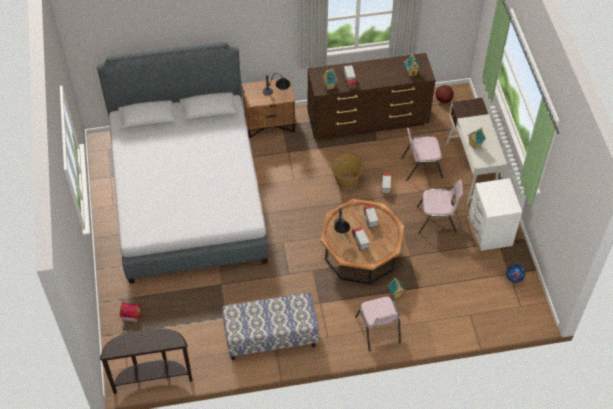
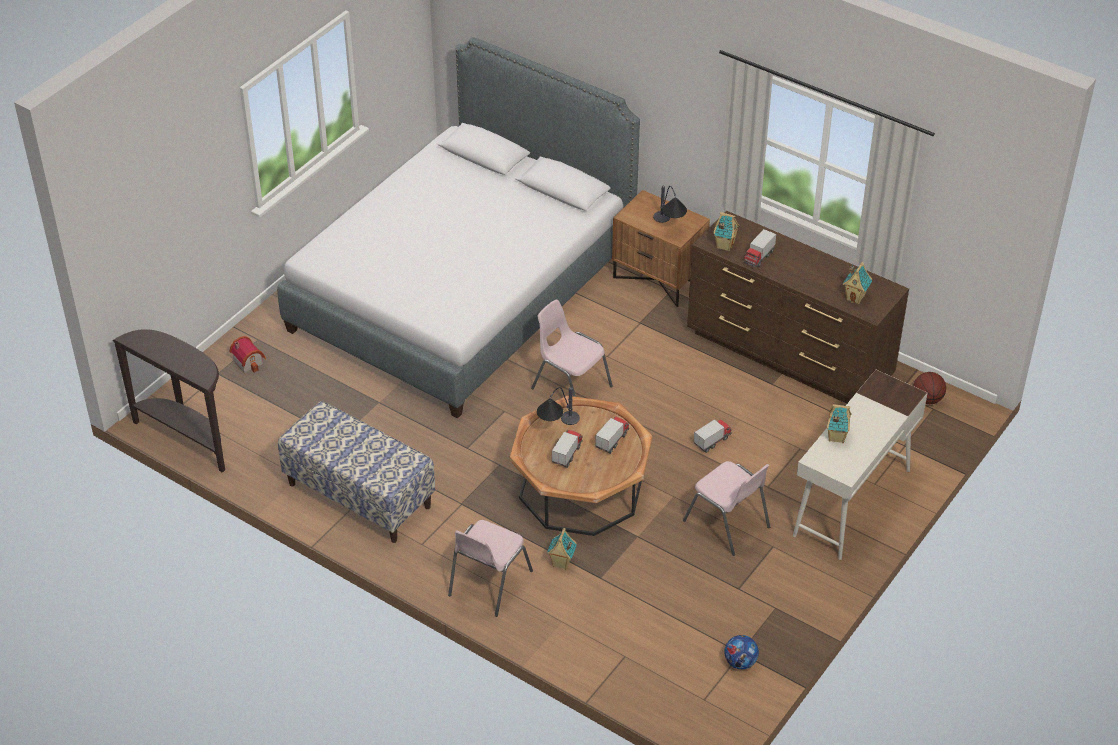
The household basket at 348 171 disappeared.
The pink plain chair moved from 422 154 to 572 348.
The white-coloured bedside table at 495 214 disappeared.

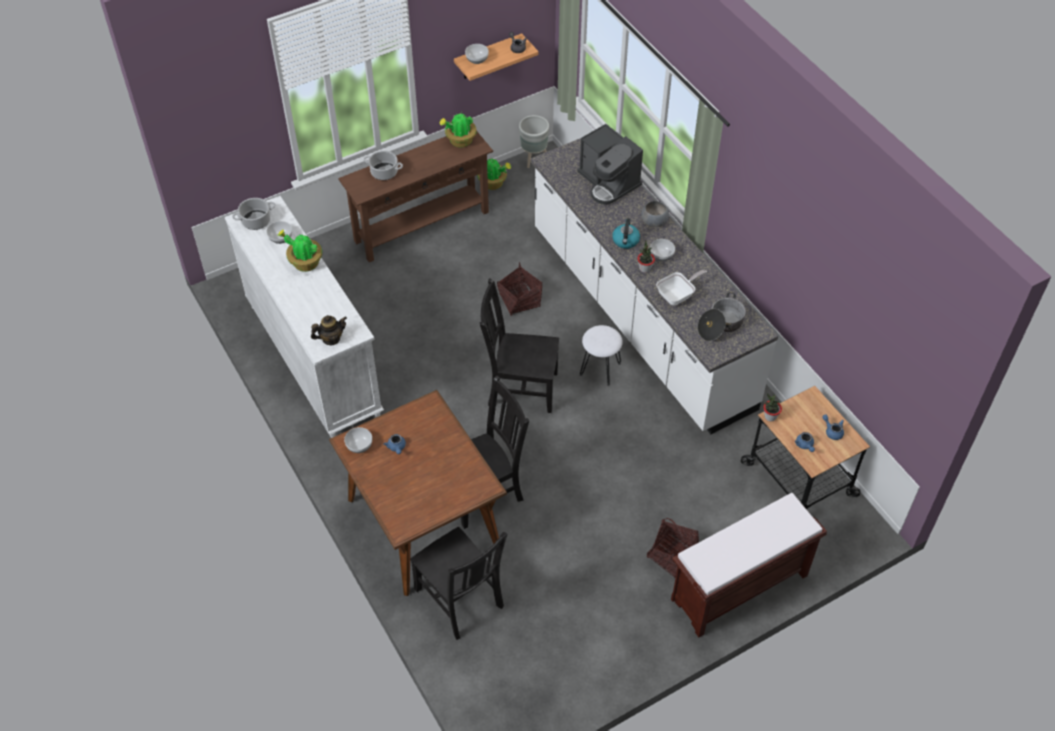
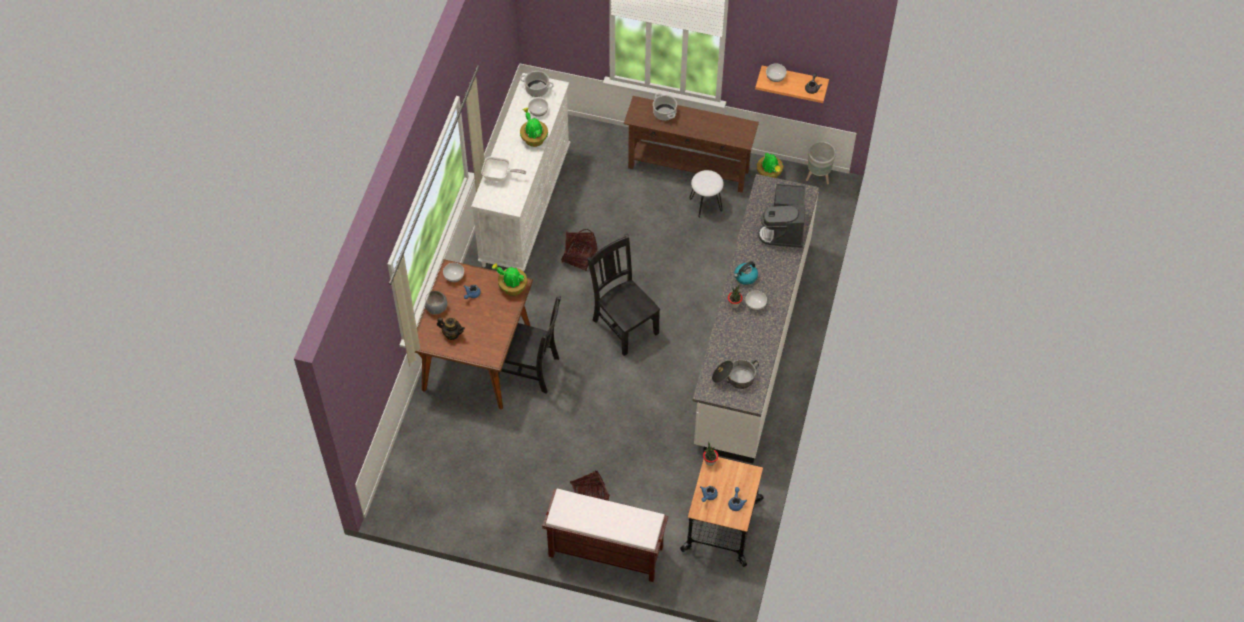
The tea pot moved from 329 330 to 451 328.
The black plain chair at 458 583 disappeared.
The houseplant moved from 458 130 to 509 279.
The household basket moved from 519 289 to 579 250.
The white-coloured sitting stool moved from 601 355 to 706 194.
The grey deep dish moved from 655 214 to 436 302.
The skillet moved from 681 288 to 503 169.

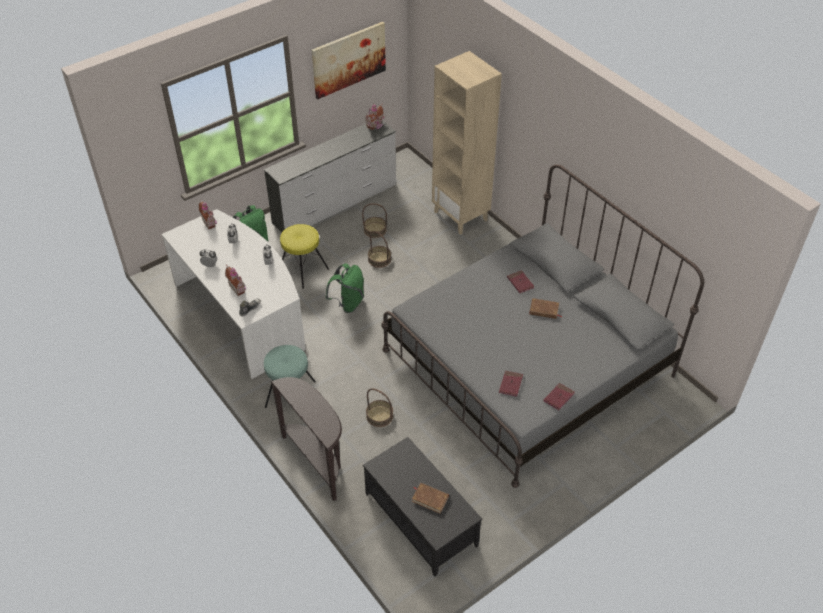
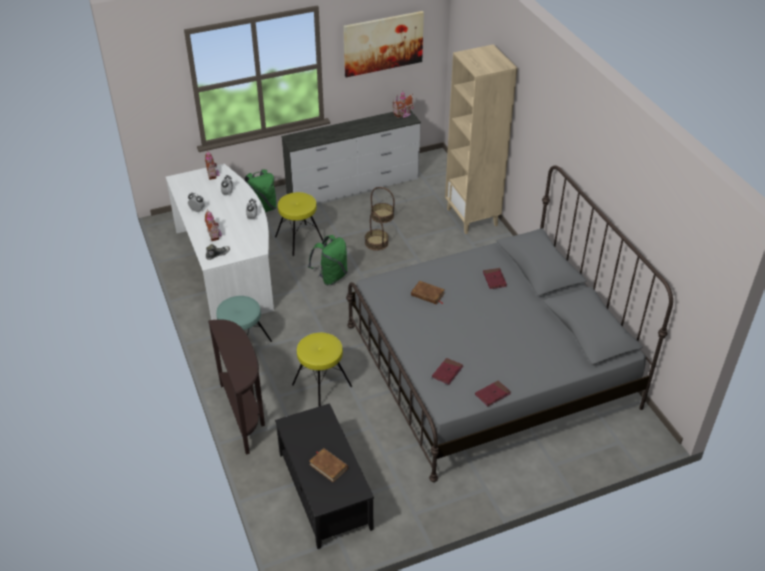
The household basket at 379 407 was replaced by the yellow sitting stool at 322 369.
The brown-coloured bound book moved from 545 308 to 428 293.

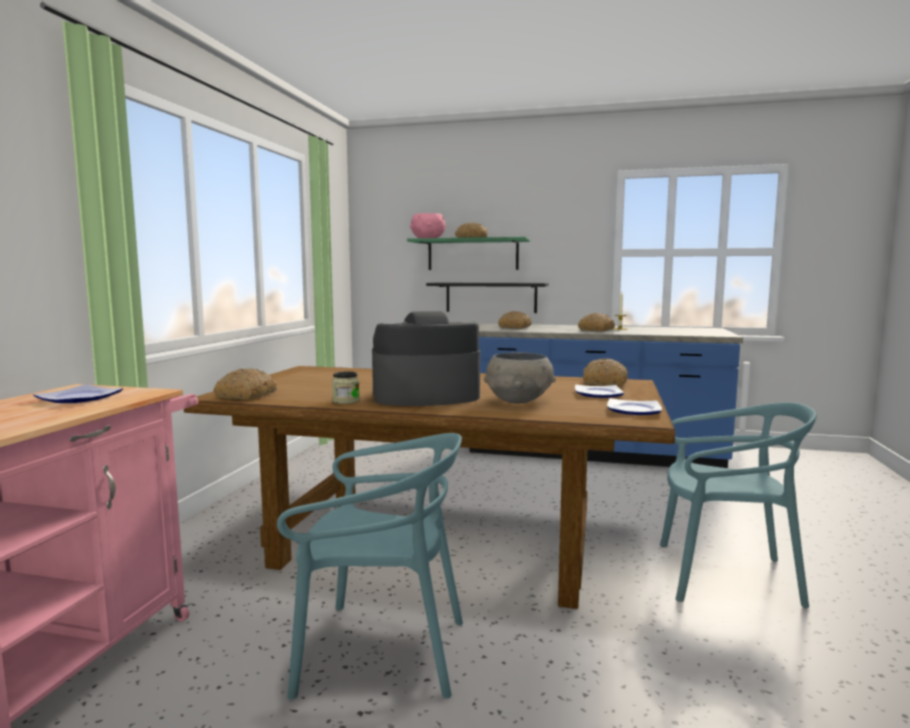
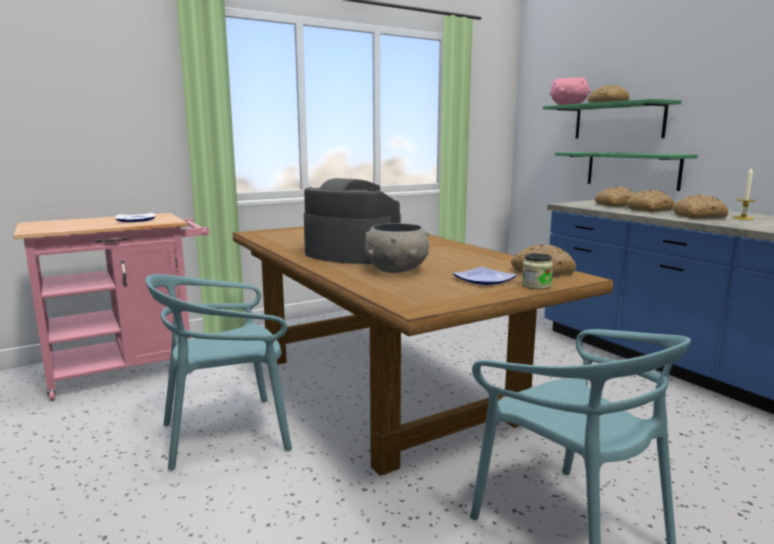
The bakery bread moved from 245 384 to 650 201.
The blue-green plain chair at 370 566 turned 105 degrees clockwise.
The jar moved from 346 387 to 537 271.
The black shelf at 487 298 became the green-coloured shelf at 626 171.
The flat dish at 634 406 disappeared.

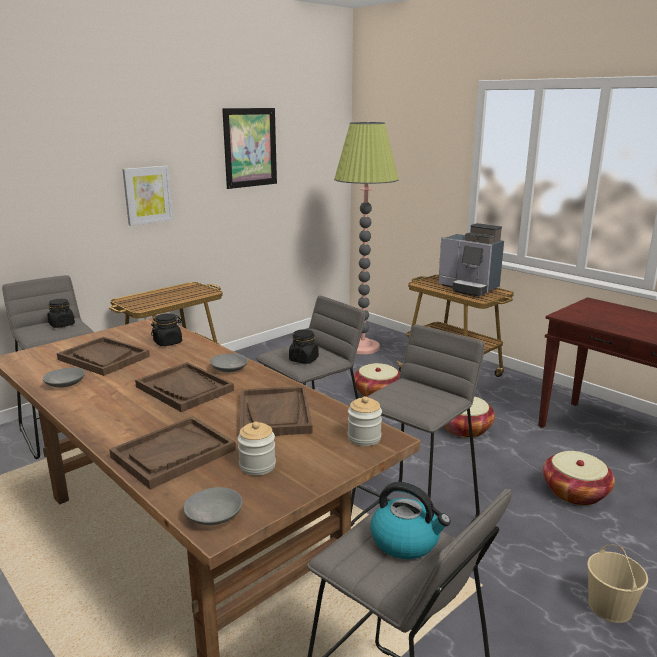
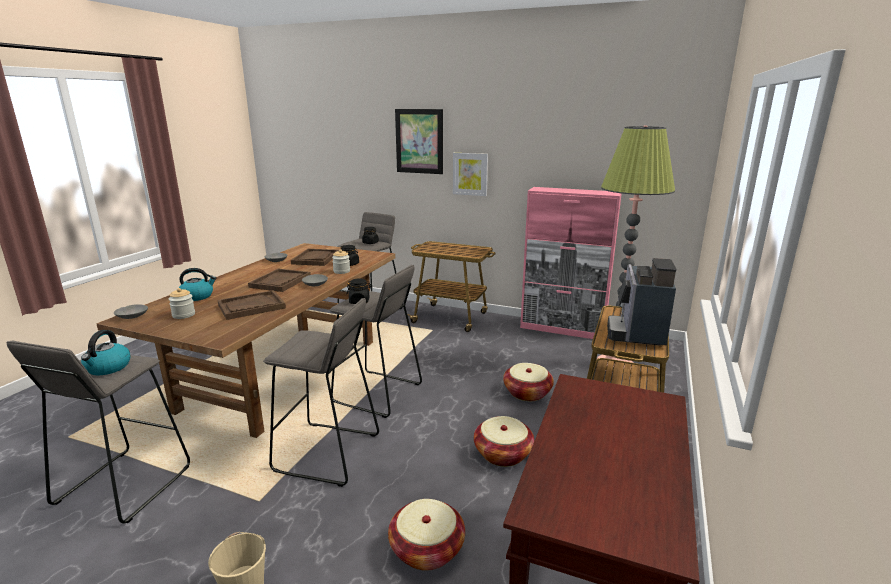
The brown-coloured tray at 172 453 was replaced by the water kettle at 197 284.
The picture moved from 249 148 to 419 141.
The jar moved from 365 421 to 341 261.
The pink cupboard at 571 263 appeared.

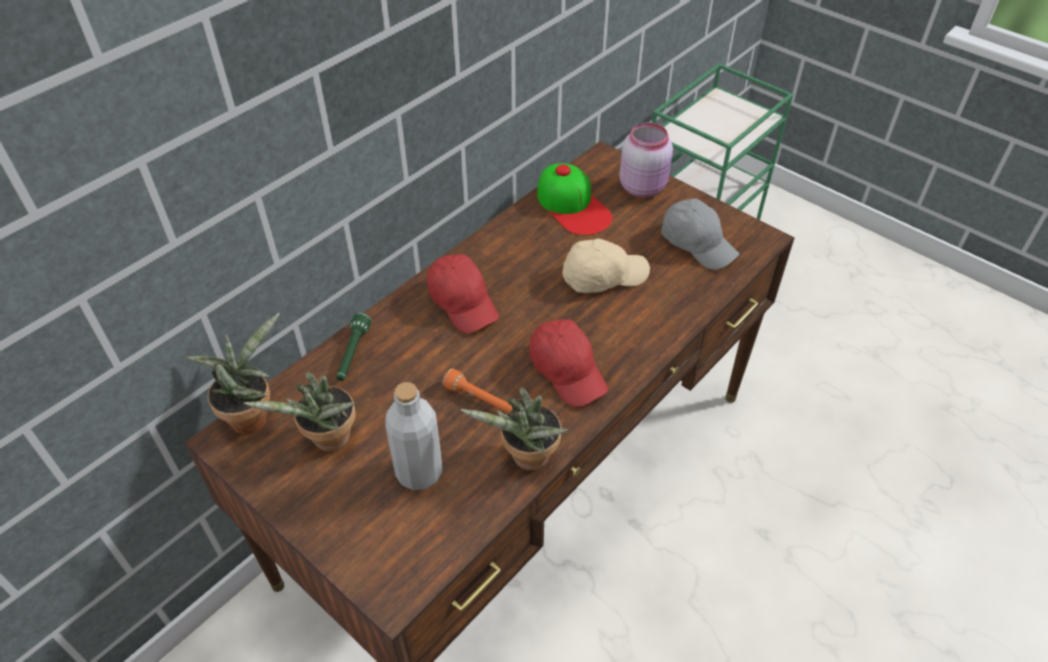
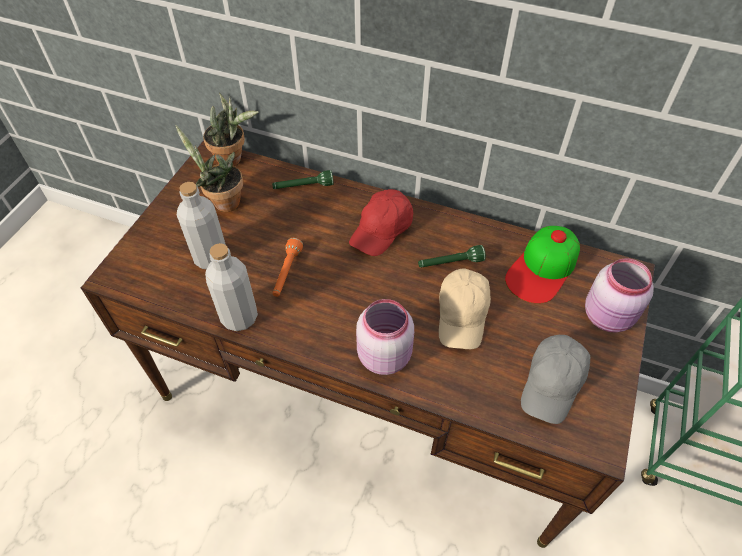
The houseplant at 514 429 was replaced by the grey drink bottle at 231 287.
The red-coloured baseball cap at 568 363 disappeared.
The sand-coloured baseball cap at 606 265 turned 45 degrees clockwise.
The pink jar at 385 337 appeared.
The green-coloured flashlight at 452 256 appeared.

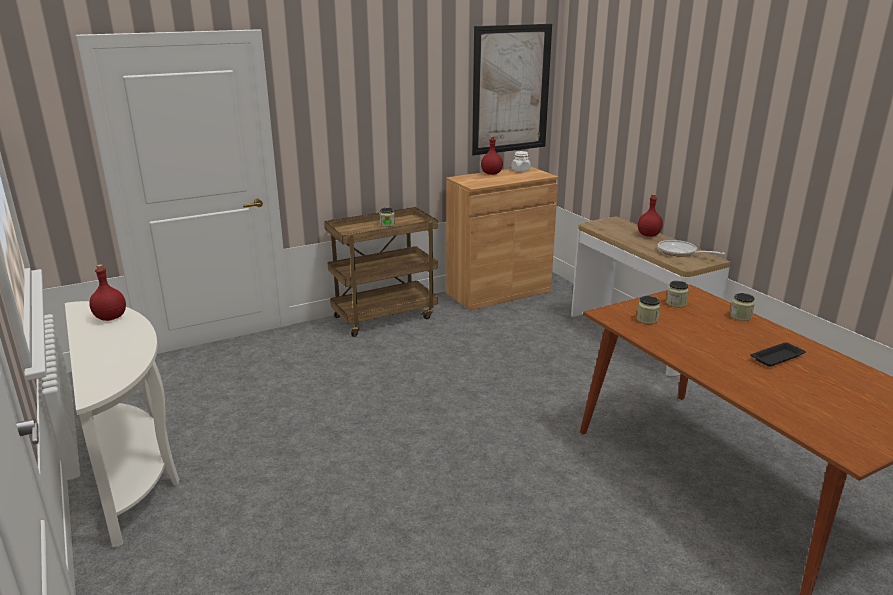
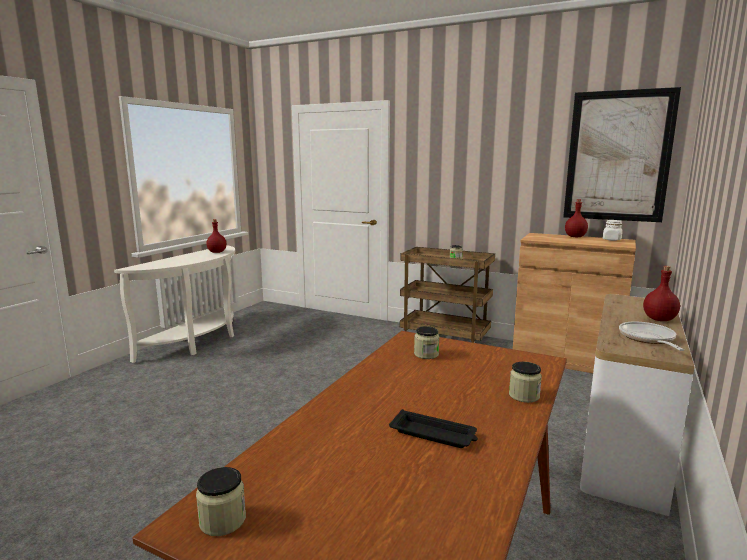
The jar moved from 677 294 to 221 501.

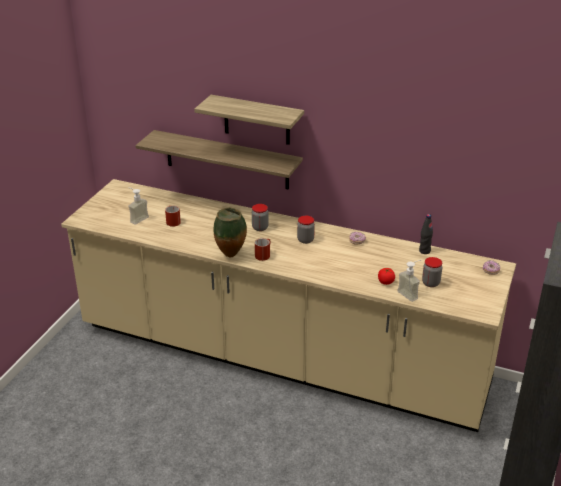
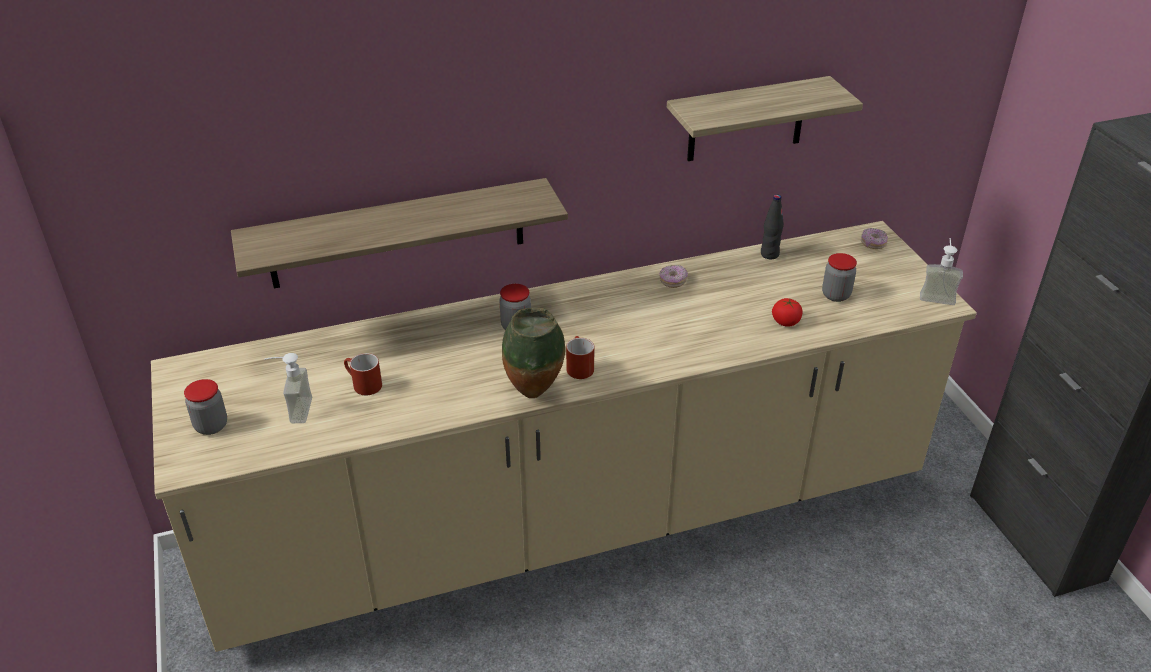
The shelf moved from 249 120 to 765 118.
The jar moved from 306 230 to 205 407.
The liquid soap bottle moved from 409 281 to 941 271.

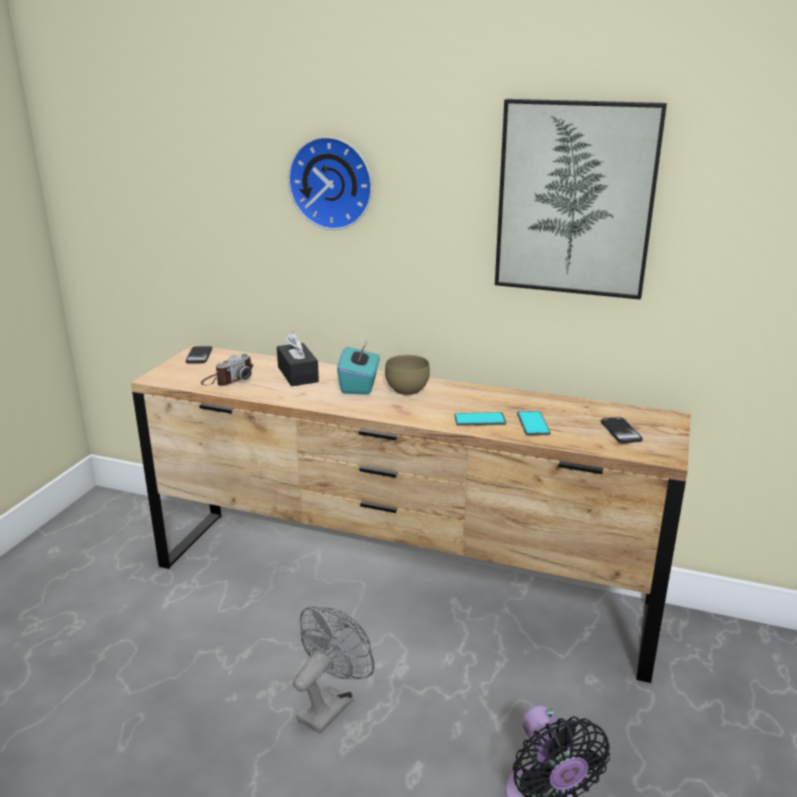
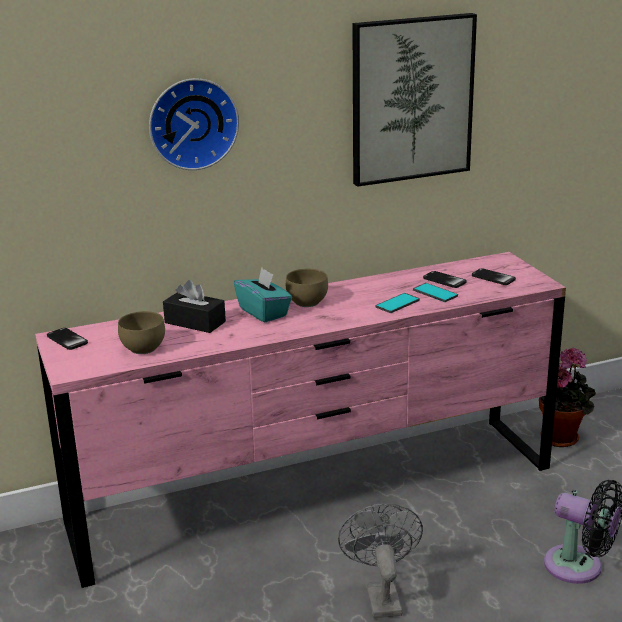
The brown-coloured dresser at 411 514 became the pink dresser at 300 420.
The photo camera at 227 370 was replaced by the brown-coloured deep dish at 141 332.
The telephone at 445 279 appeared.
The houseplant at 567 397 appeared.

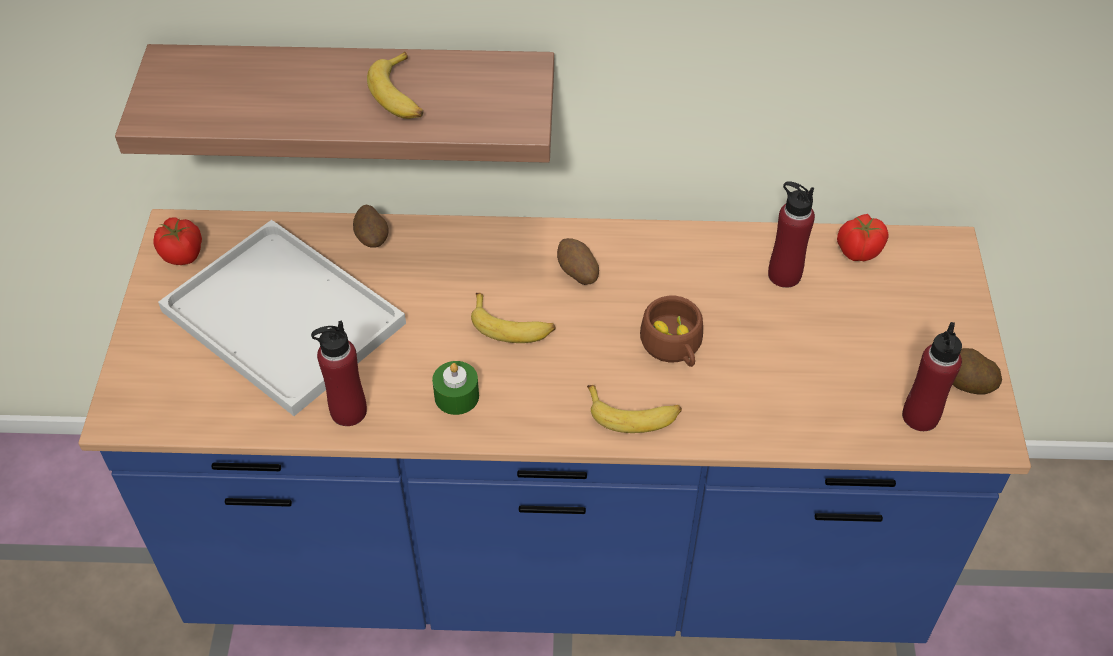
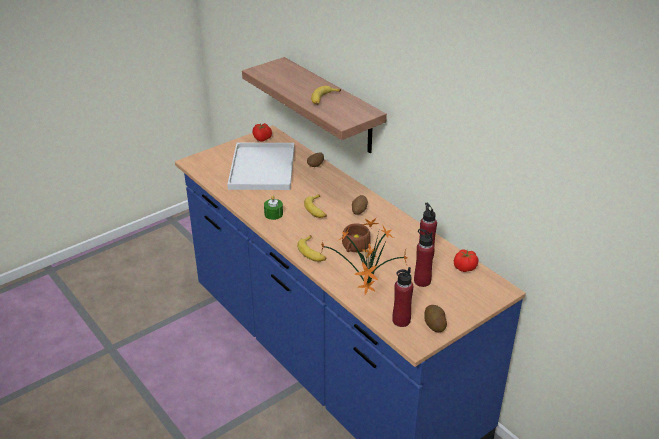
The red-coloured drink bottle moved from 339 373 to 424 258.
The houseplant at 364 256 appeared.

